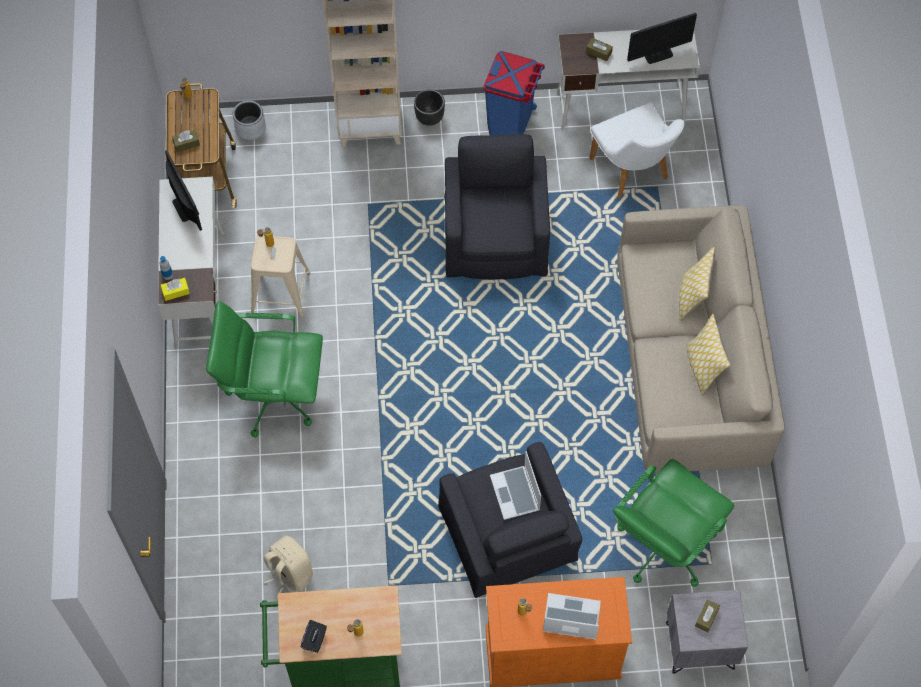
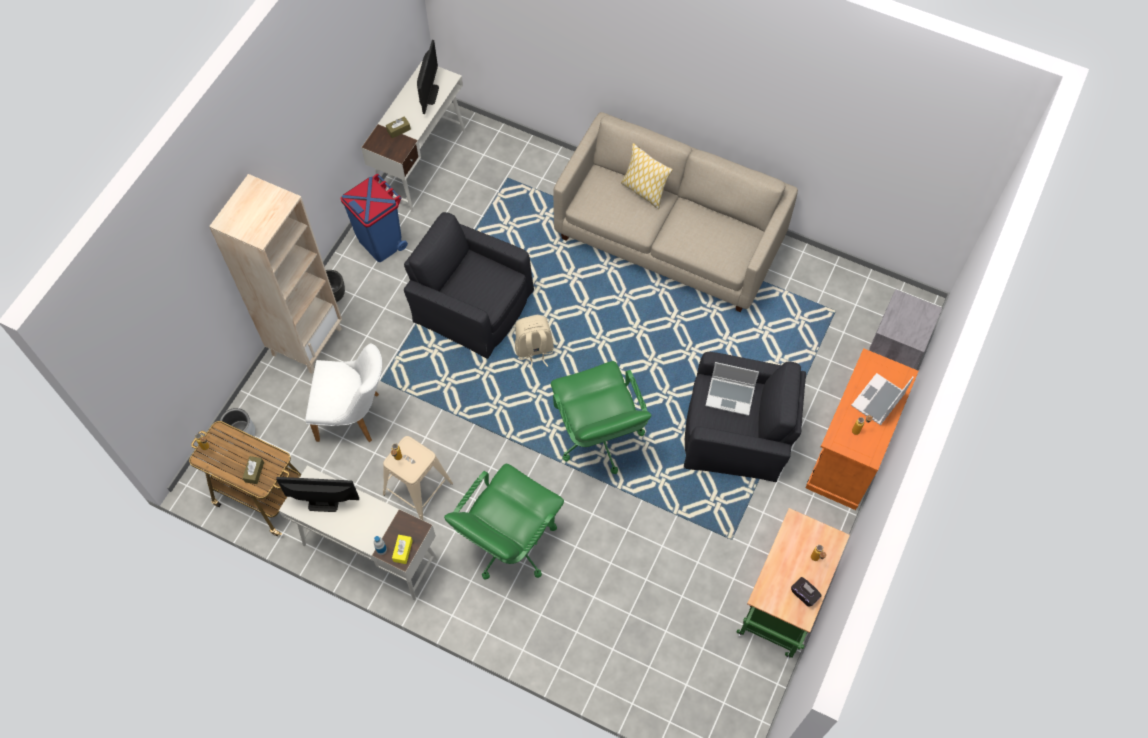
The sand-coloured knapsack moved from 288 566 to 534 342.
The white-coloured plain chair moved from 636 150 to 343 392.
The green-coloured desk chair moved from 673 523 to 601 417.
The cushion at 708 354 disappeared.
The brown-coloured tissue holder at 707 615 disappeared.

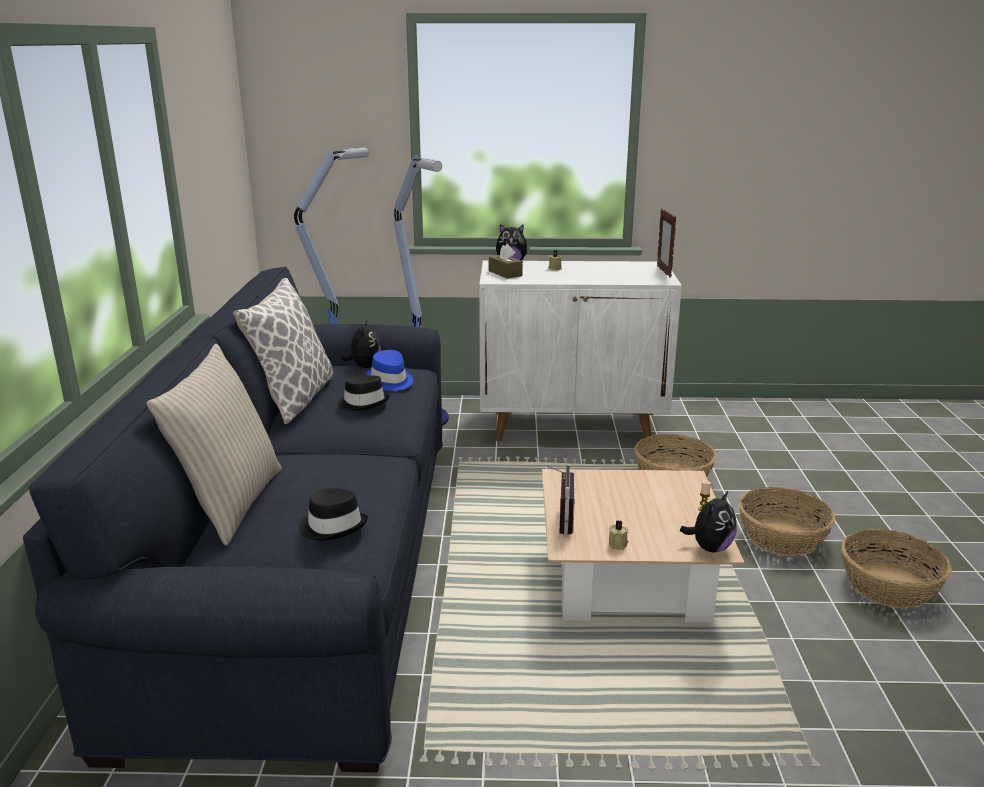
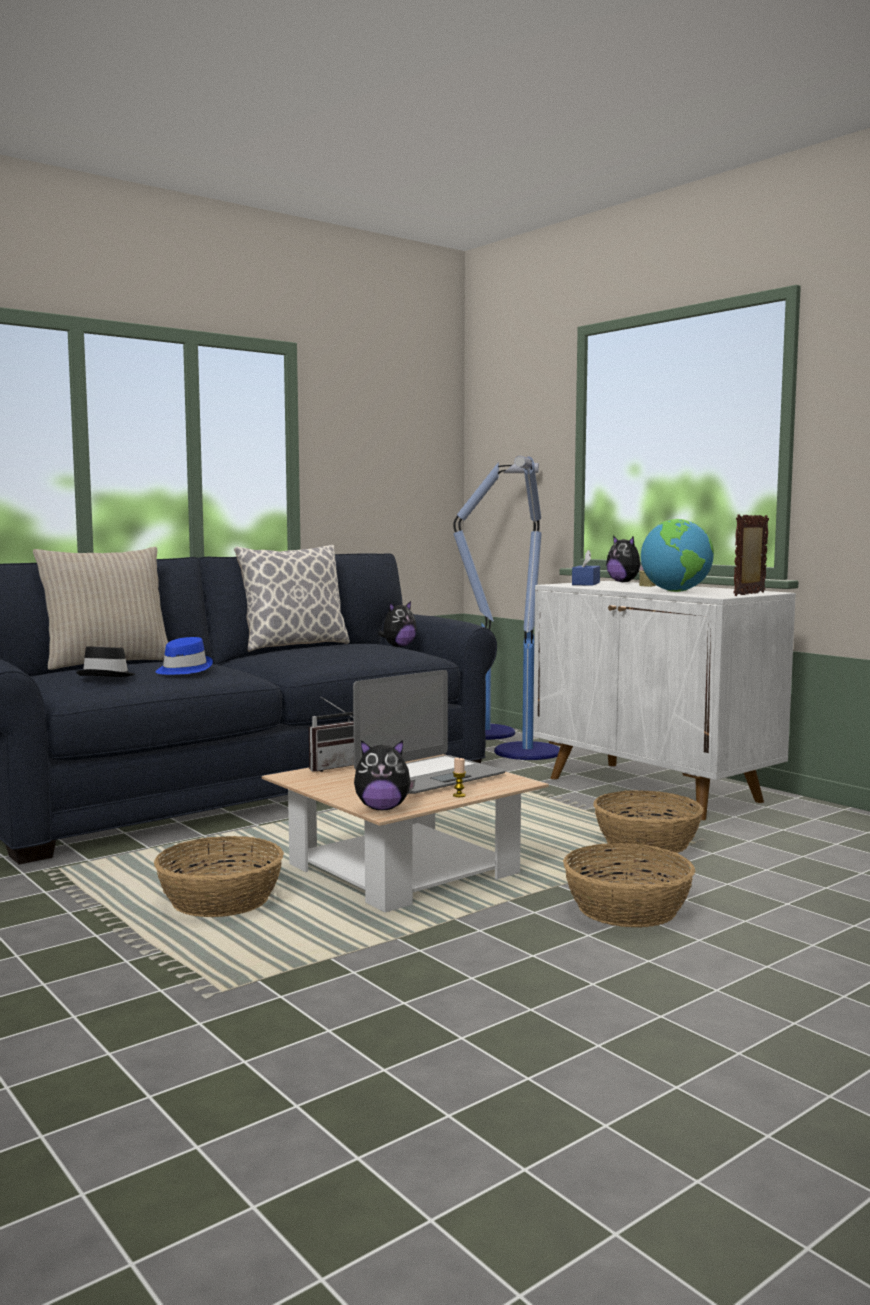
The black hat at 363 393 disappeared.
The bluish hat moved from 389 370 to 184 656.
The brown-coloured tissue holder at 506 261 became the bluish tissue holder at 586 568.
The sand-coloured candle at 618 535 disappeared.
The household basket moved from 896 568 to 219 876.
The portable computer at 429 732 appeared.
The globe at 677 555 appeared.

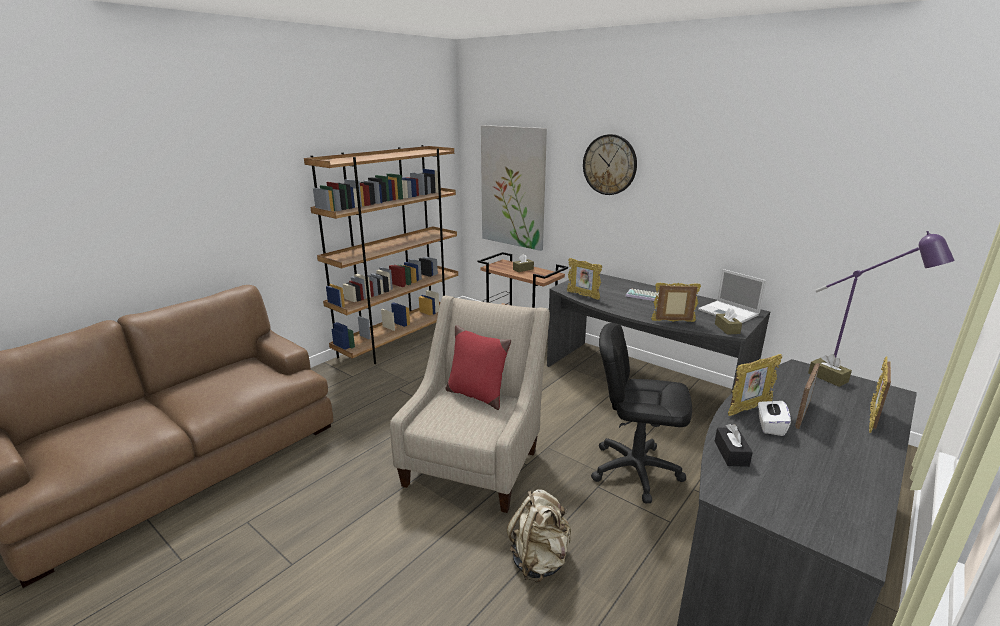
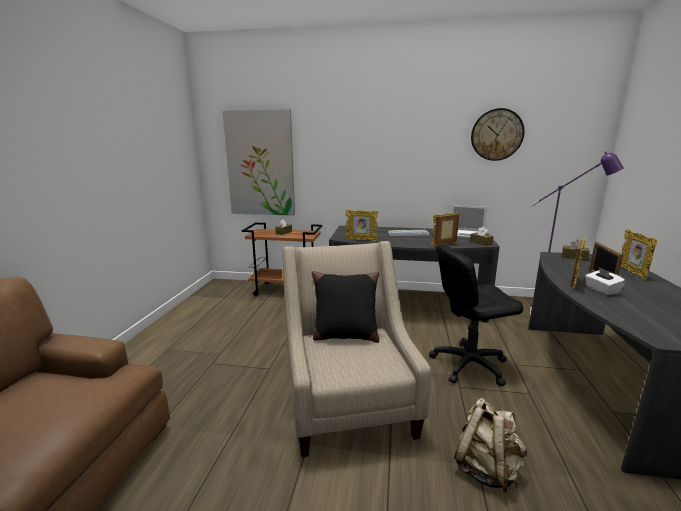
The brown-coloured bookshelf at 381 254 disappeared.
The red-coloured cushion at 478 367 became the black cushion at 345 307.
The hanging clock moved from 610 164 to 498 134.
The black tissue holder at 734 445 disappeared.

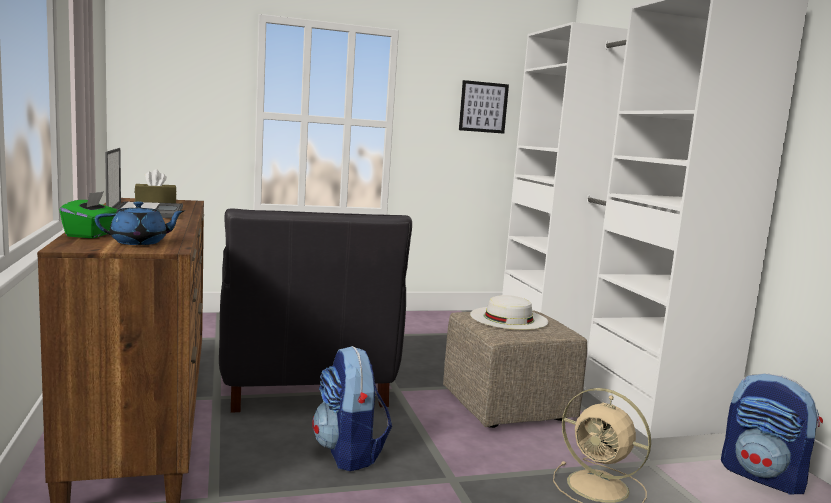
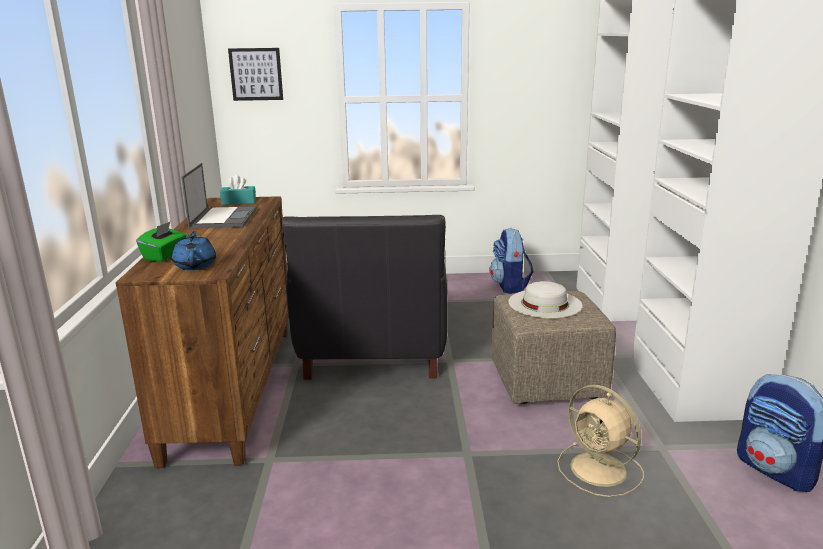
The bluish tea pot at 140 223 turned 90 degrees counterclockwise.
The brown-coloured tissue holder at 156 186 became the blue-green tissue holder at 238 190.
The knapsack moved from 352 408 to 511 261.
The picture moved from 484 107 to 255 74.

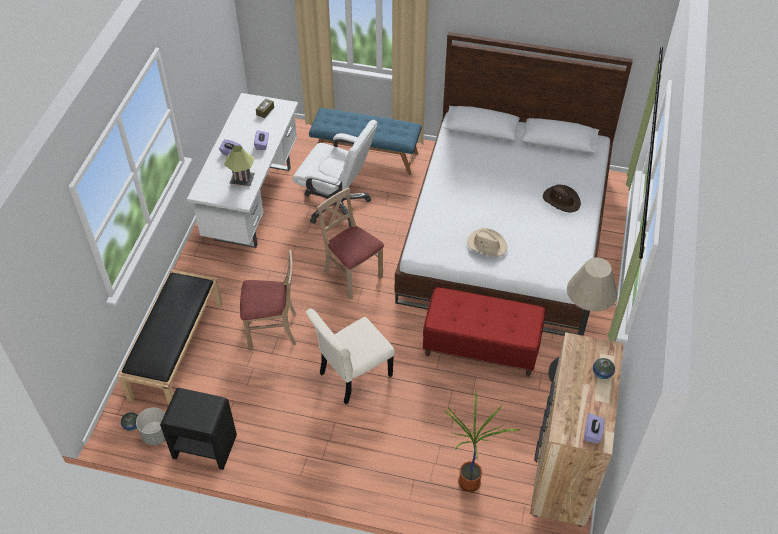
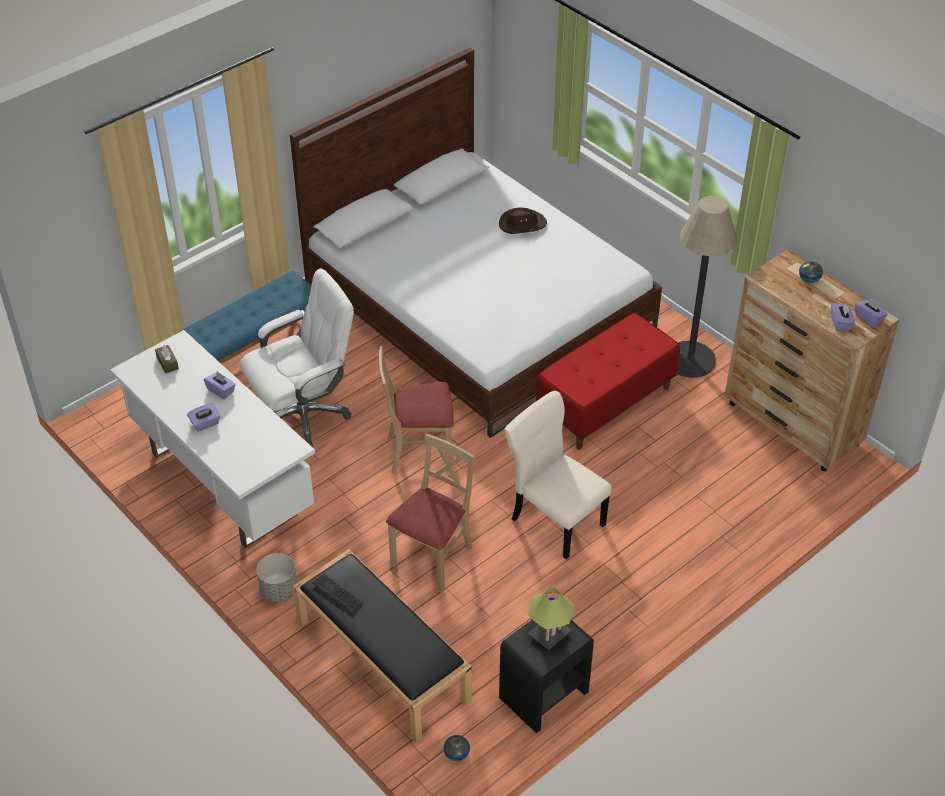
The grey flower pot moved from 151 426 to 276 577.
The tabletop lamp moved from 239 166 to 551 618.
The sand-coloured plain chair at 350 356 turned 135 degrees clockwise.
The houseplant at 482 441 disappeared.
The sand-coloured hat at 487 242 disappeared.
The keyboard at 338 592 appeared.
The purple tissue holder at 843 317 appeared.

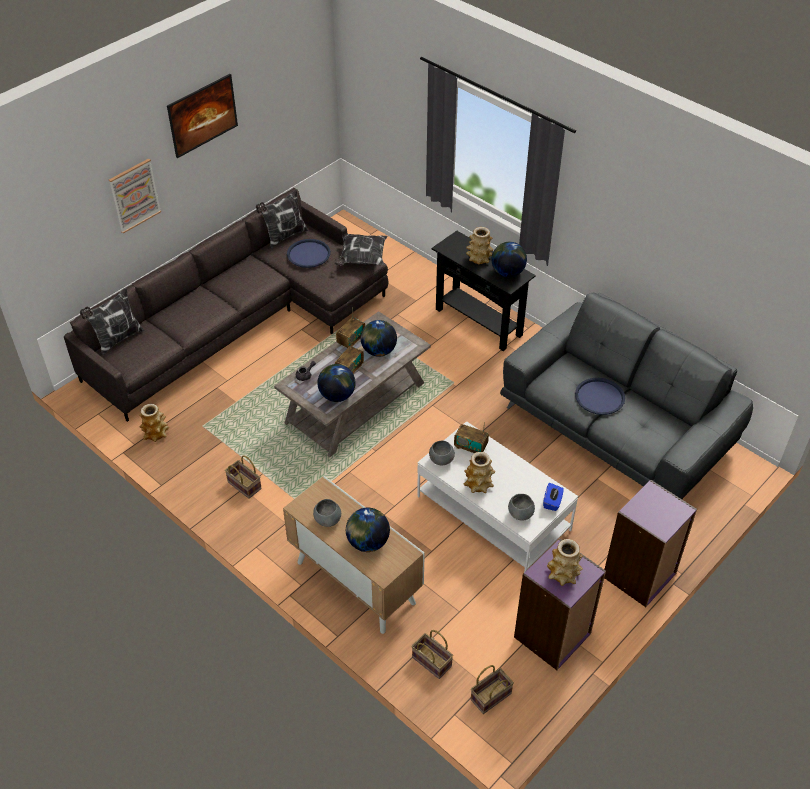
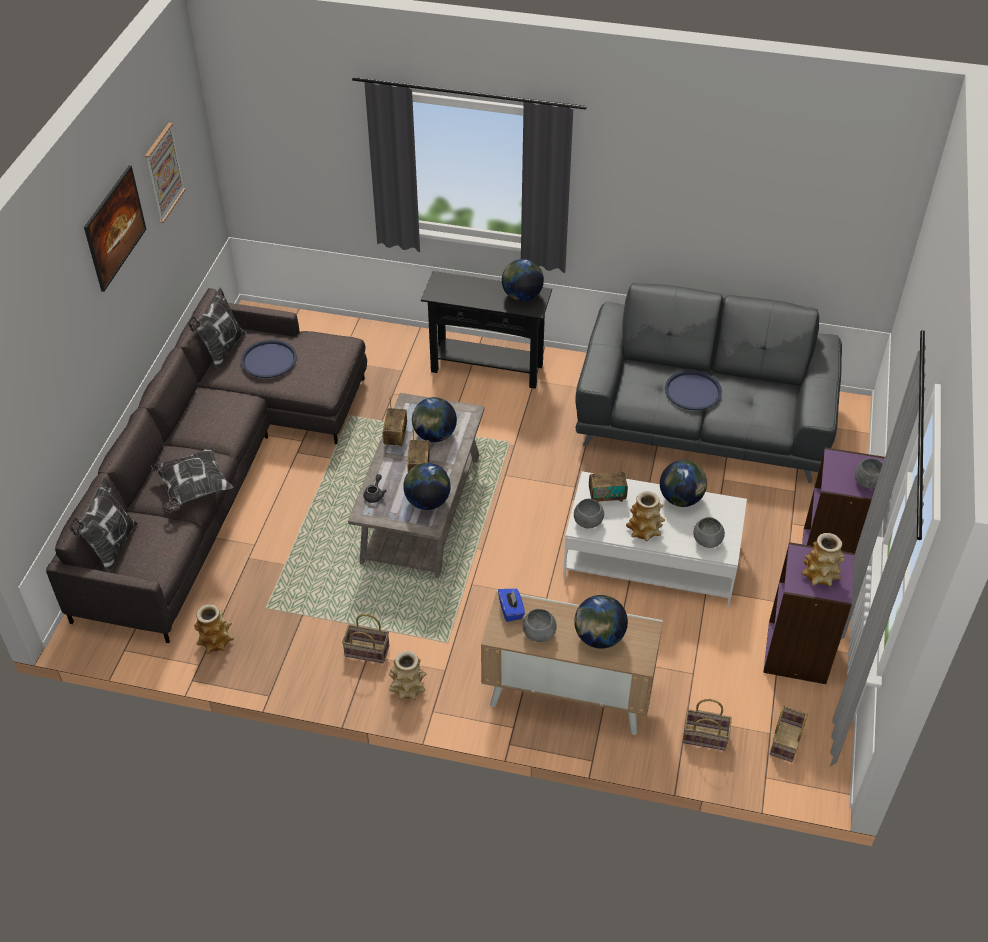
The picture moved from 135 196 to 165 173.
The cushion moved from 361 249 to 192 479.
The decorative vase moved from 479 245 to 407 675.
The bluish tissue holder moved from 553 497 to 511 605.
The globe at 683 483 appeared.
The grey deep dish at 869 473 appeared.

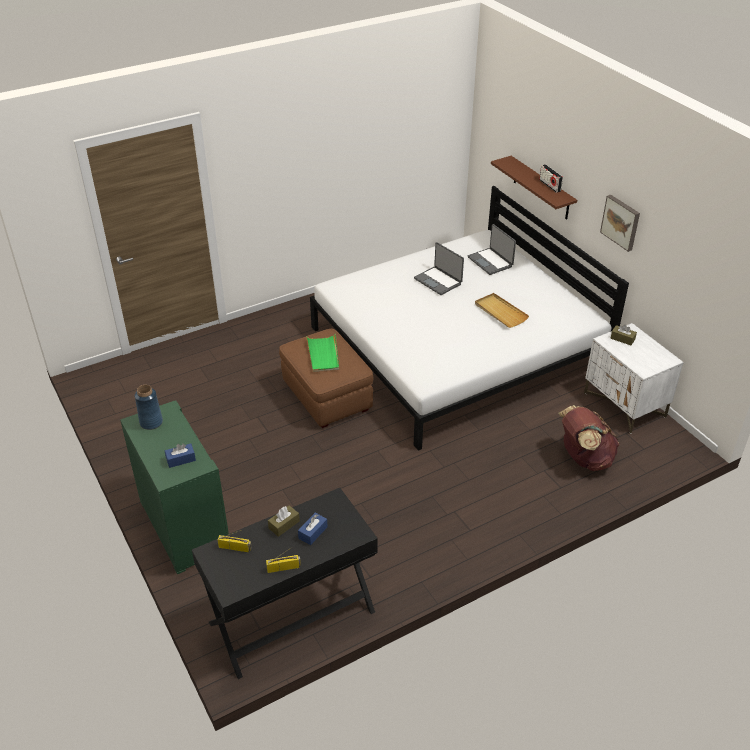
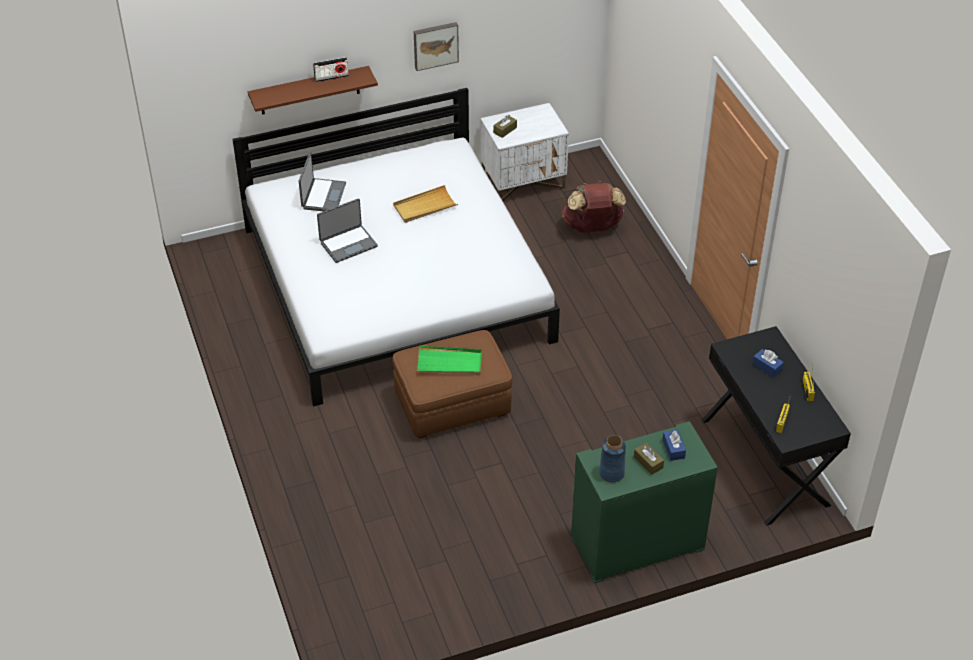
The brown-coloured tissue holder moved from 284 521 to 649 459.
The portable computer at 492 249 turned 60 degrees counterclockwise.

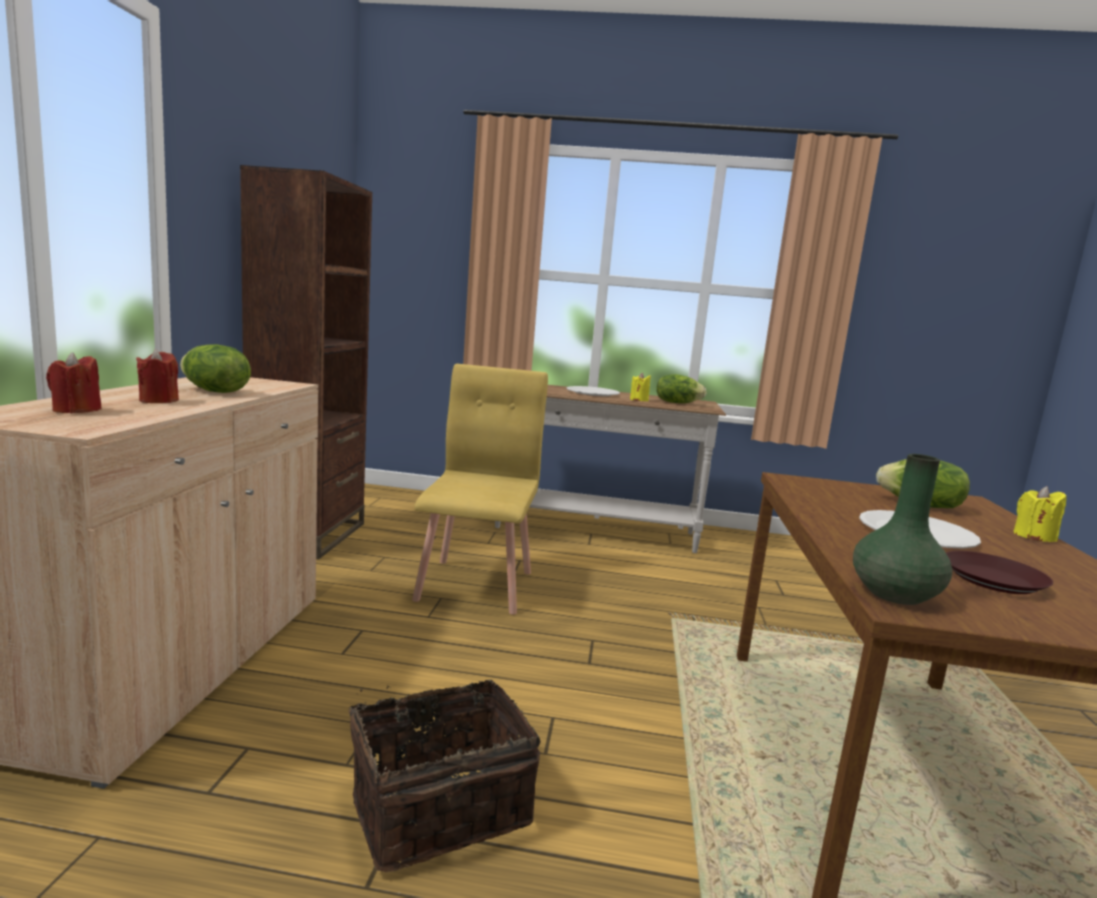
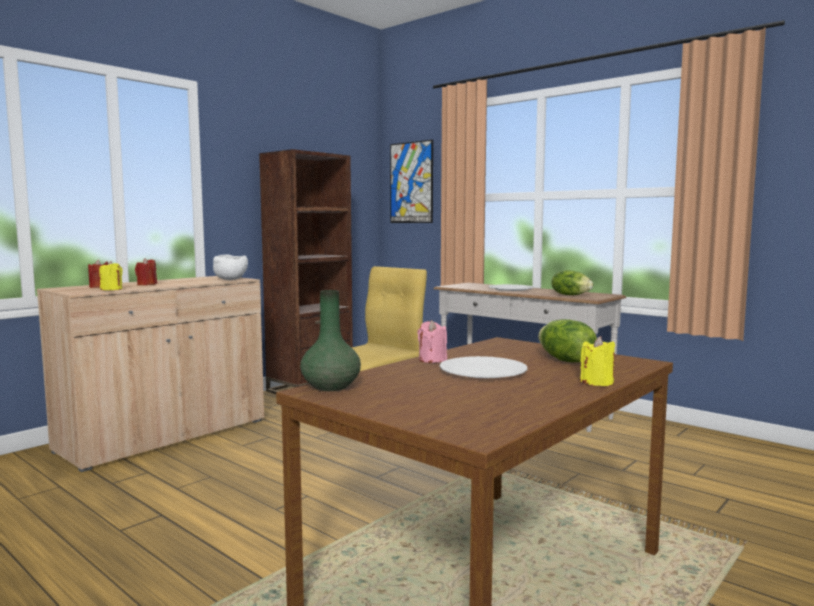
The head of lettuce at 215 368 disappeared.
The household basket at 444 776 disappeared.
The yellow candle moved from 640 387 to 111 275.
The brown-coloured flat dish at 999 572 disappeared.
The white-coloured deep dish at 230 267 appeared.
The picture at 411 181 appeared.
The pink candle at 432 341 appeared.

